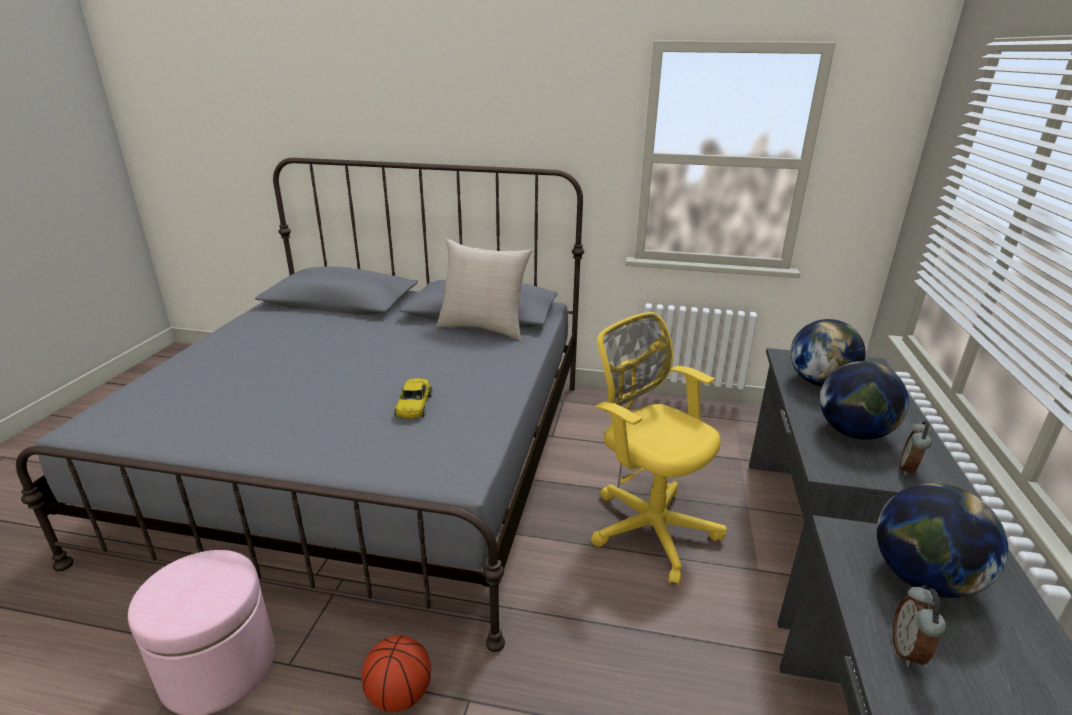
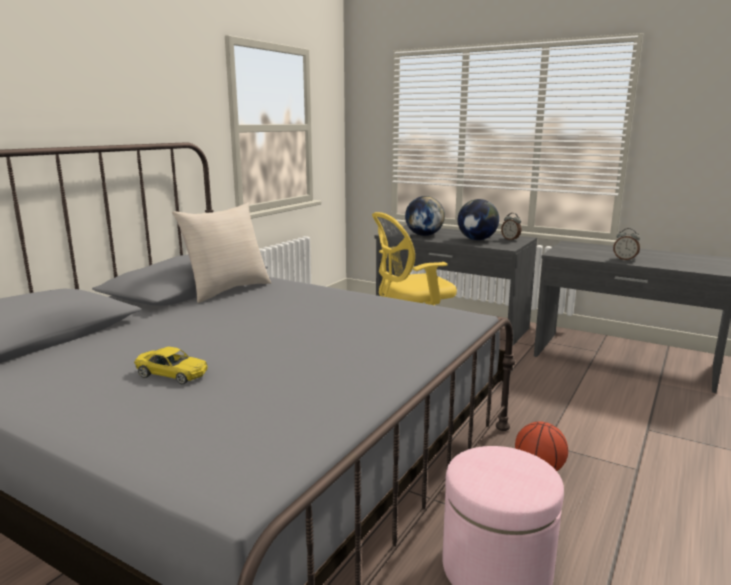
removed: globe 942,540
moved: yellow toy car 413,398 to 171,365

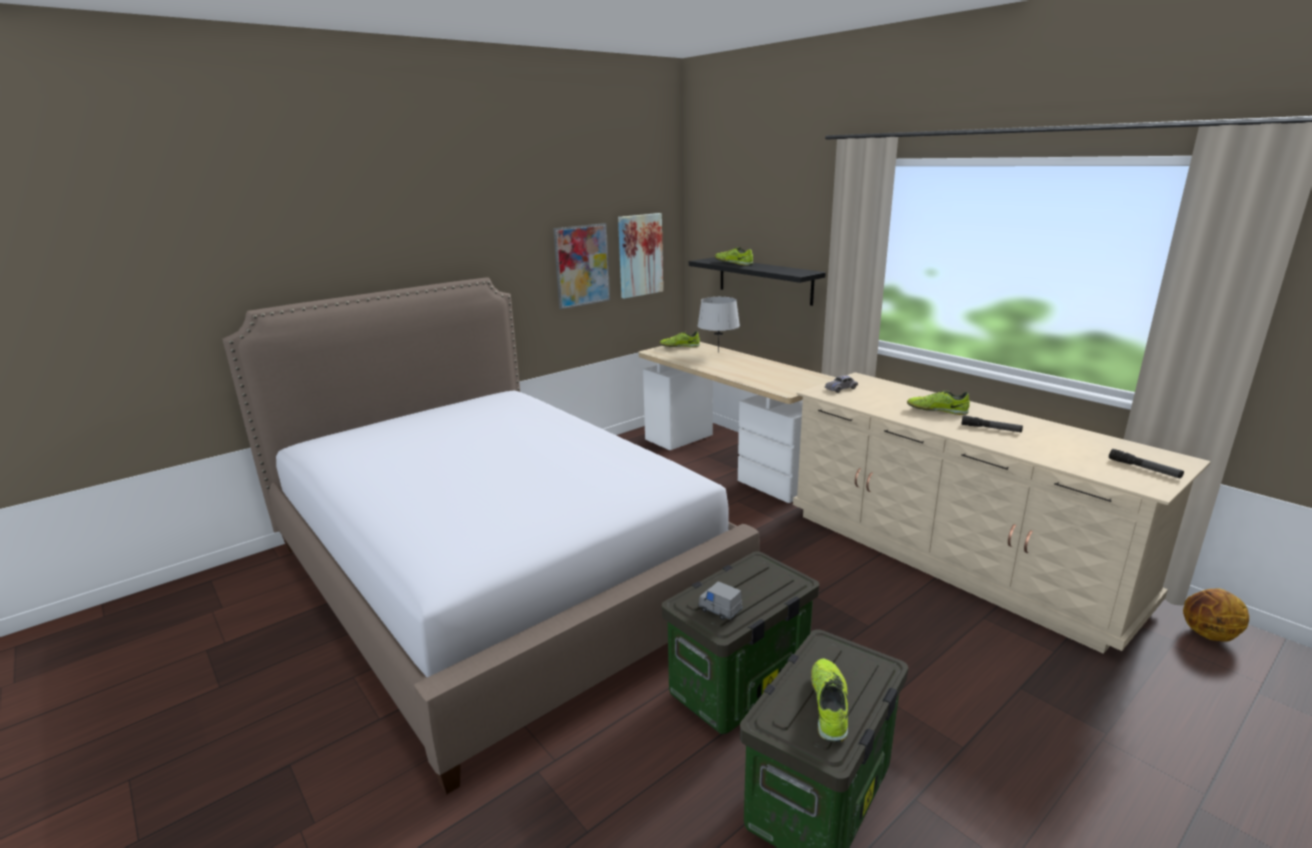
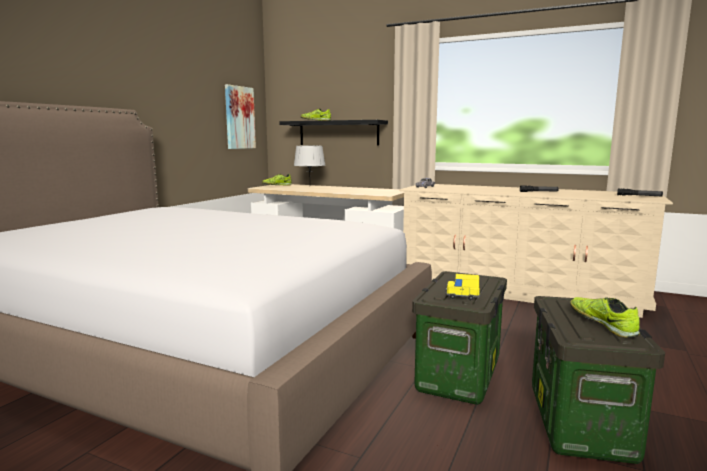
removed: picture 581,266; shoe 938,402; basketball 1216,615
recoloured: grey toy car 720,600 to yellow toy car 463,287

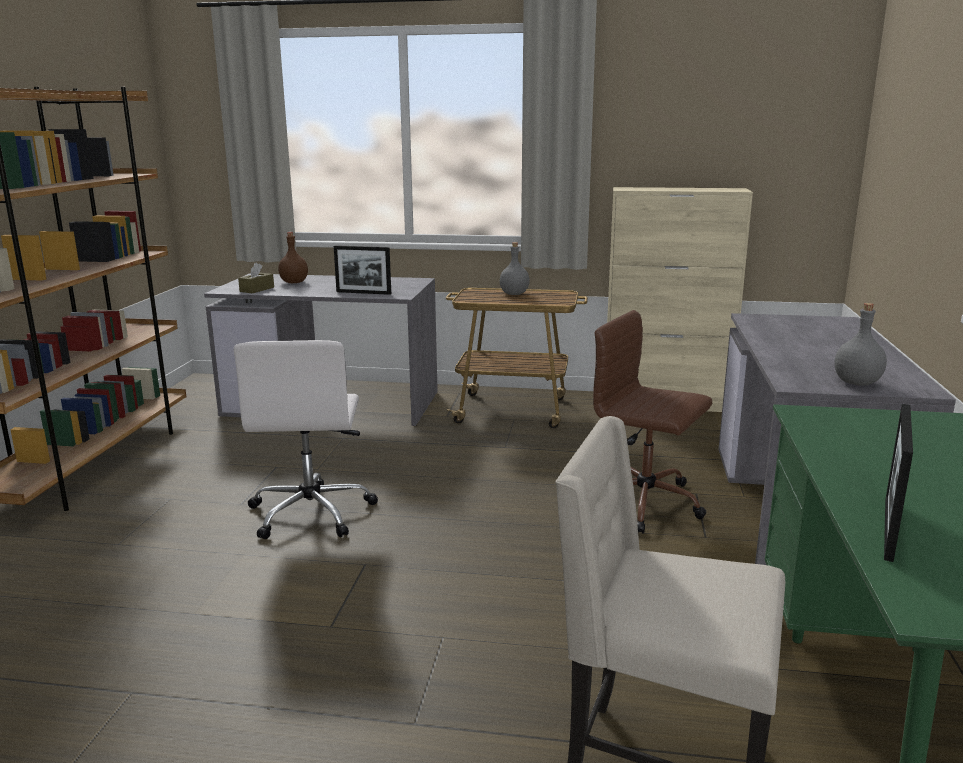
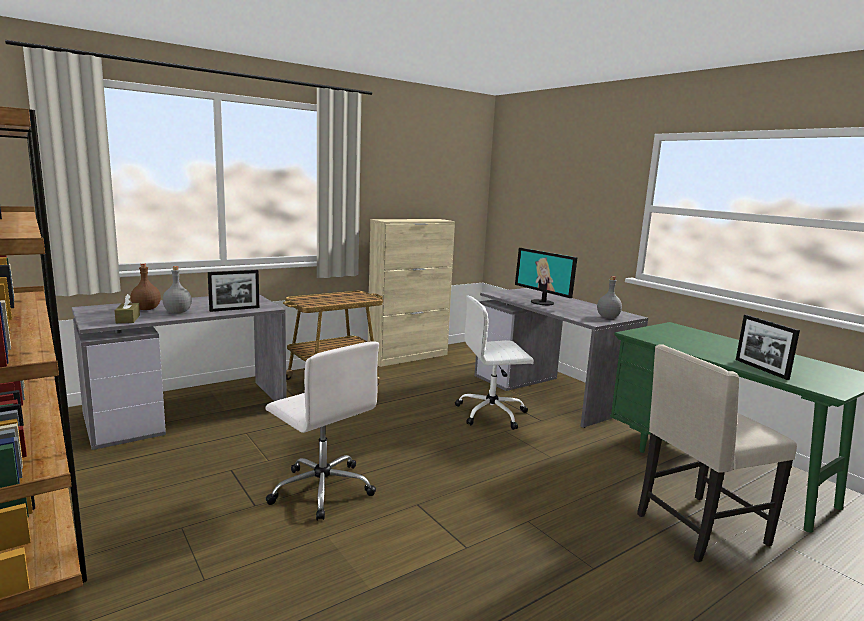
added: monitor 546,277
moved: grey bottle 515,268 to 177,289
recoloured: brown office chair 652,422 to white office chair 494,363

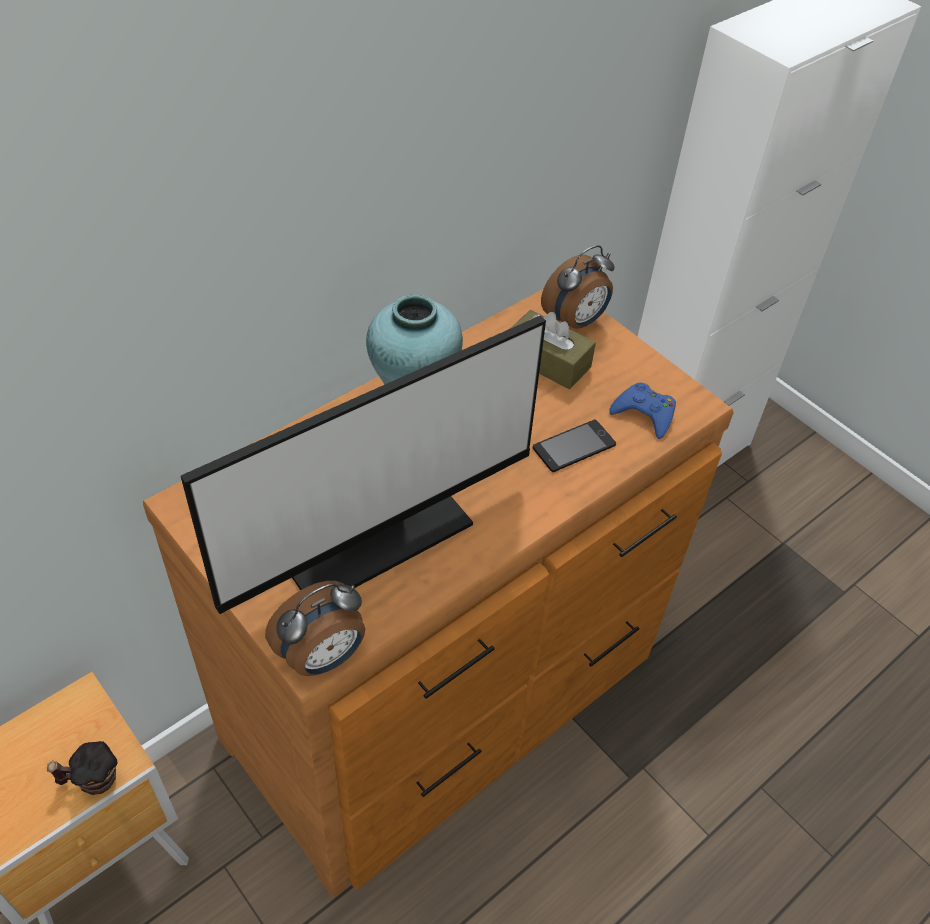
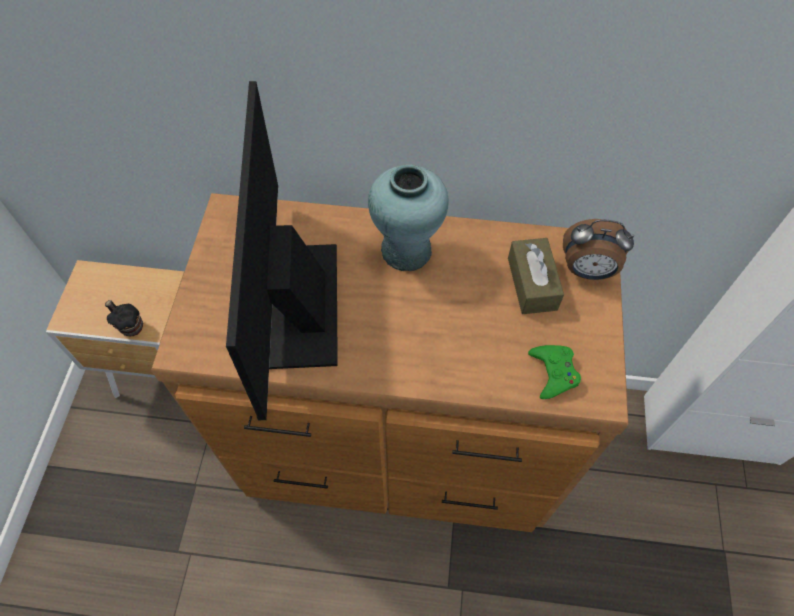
removed: alarm clock 315,628; phone 574,446
recoloured: blue game controller 642,410 to green game controller 554,372
turned: monitor 363,464 = 282,251 75 degrees clockwise

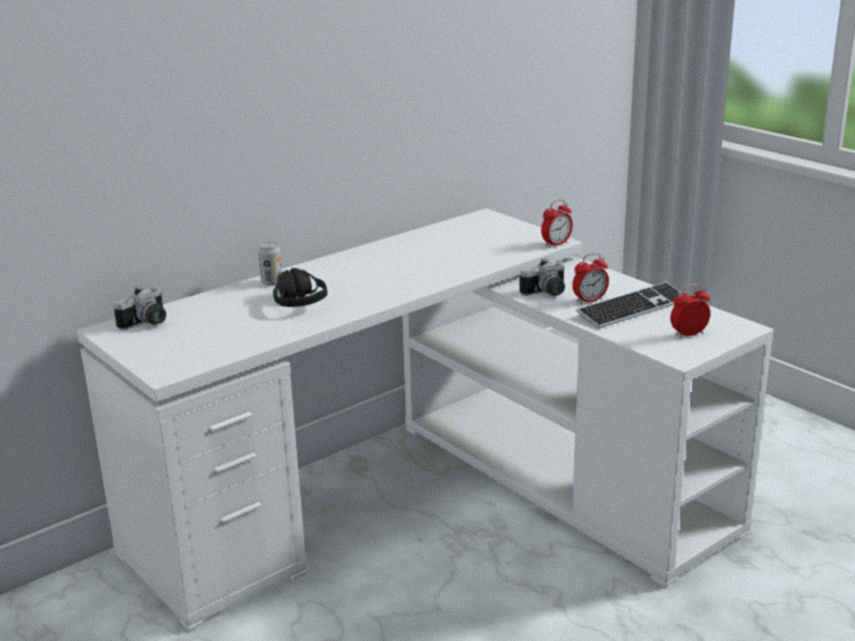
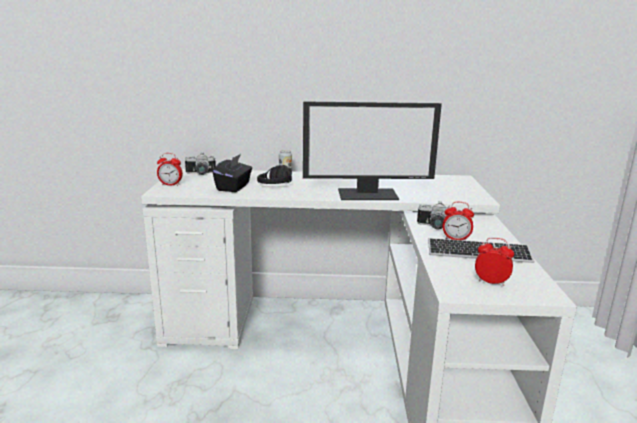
added: black tissue box 232,173; monitor 372,150
moved: alarm clock 557,223 to 170,169

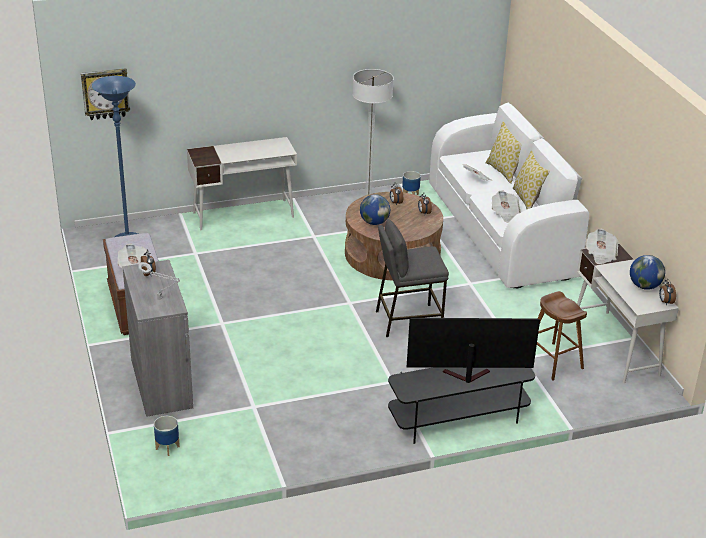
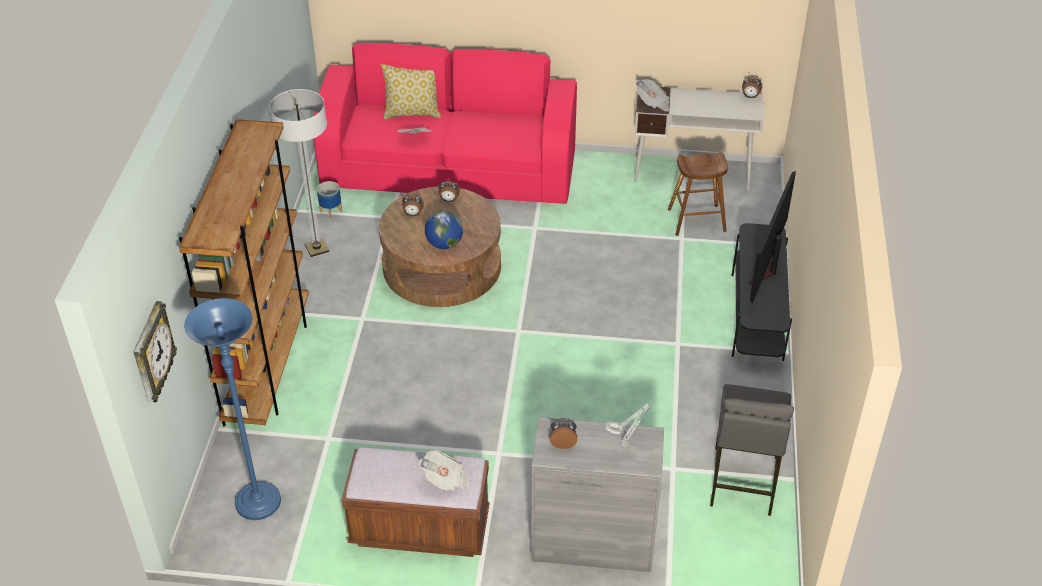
removed: planter 167,436; newspaper 506,207; pillow 531,179; globe 647,272
moved: grey stool 412,278 to 752,450
replaced: white desk 242,183 to brown bookcase 244,272
recoloured: white sofa 509,195 to pink sofa 445,123

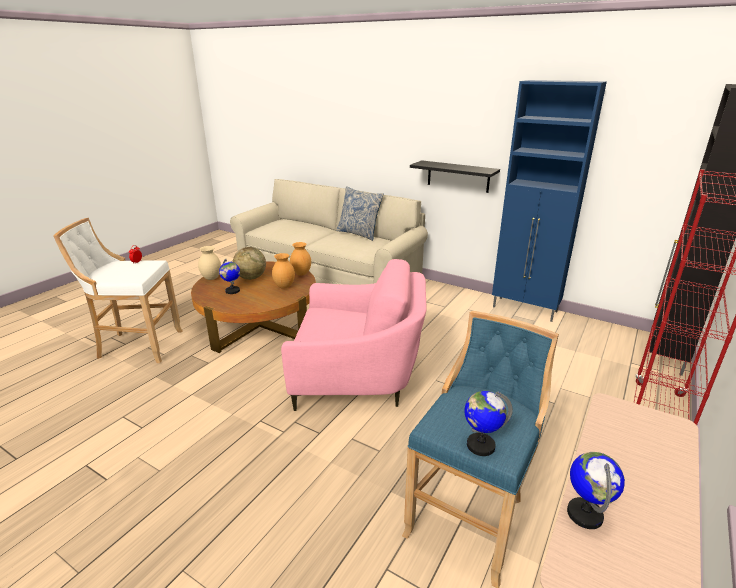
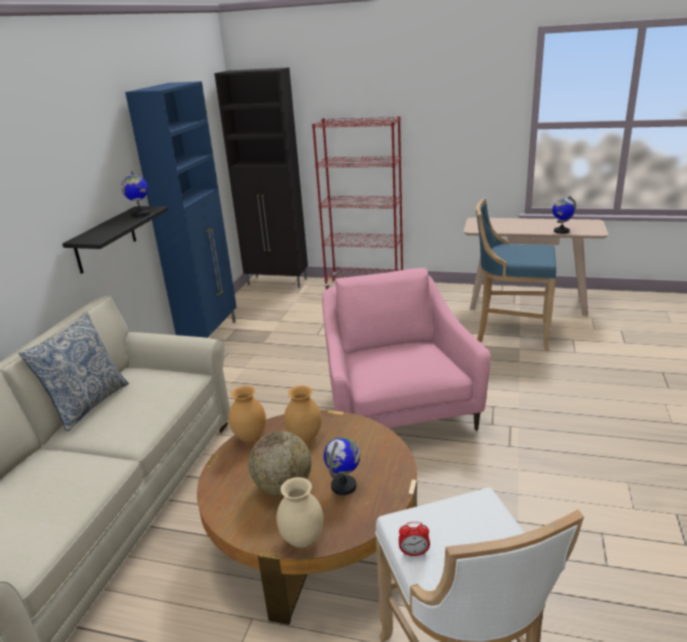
moved: globe 488,423 to 135,194

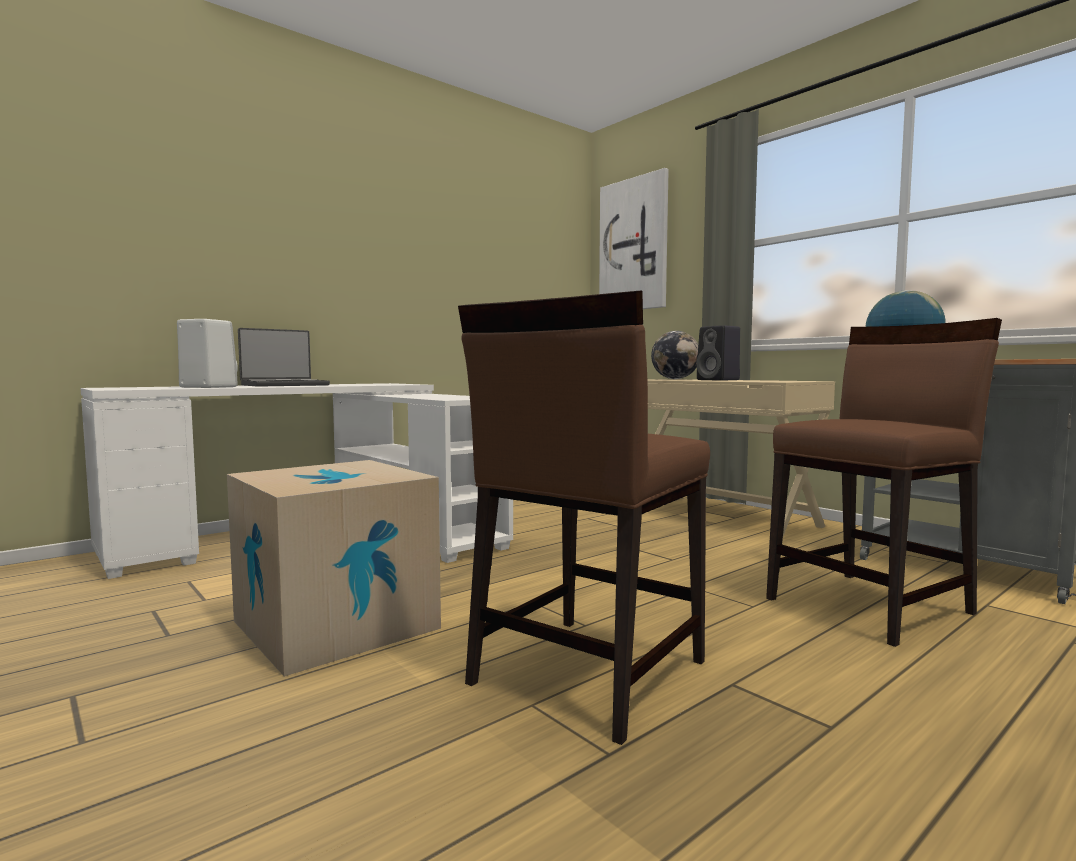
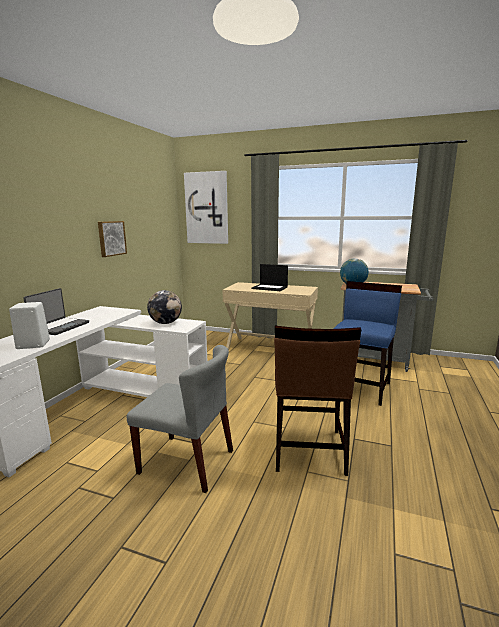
added: picture 112,239
moved: globe 674,355 to 164,307
replaced: cardboard box 334,568 to grey chair 180,419; black speaker 718,352 to laptop 269,277
recoloured: brown chair 884,482 to blue chair 368,343

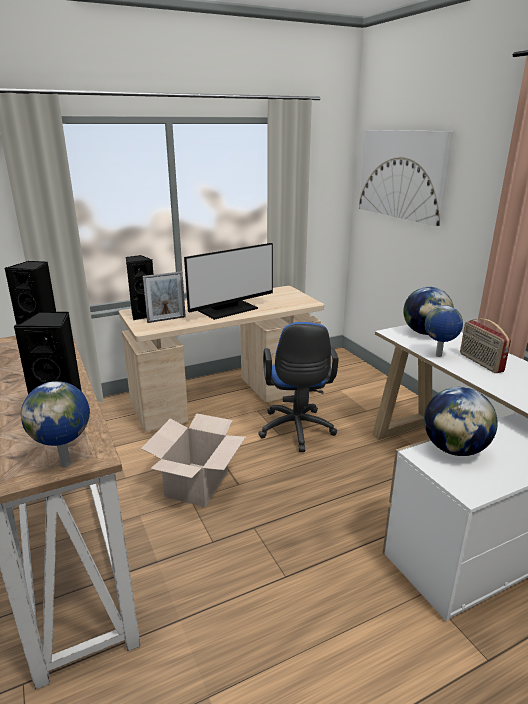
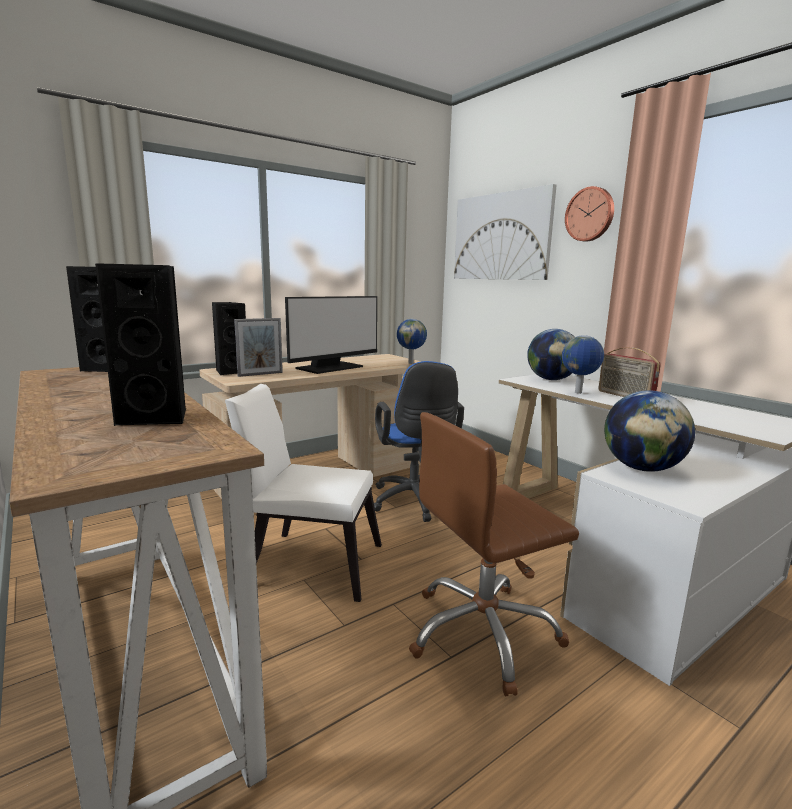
added: brown office chair 494,554; wall clock 589,214
moved: globe 55,424 to 412,341
replaced: cardboard box 193,460 to white chair 303,493

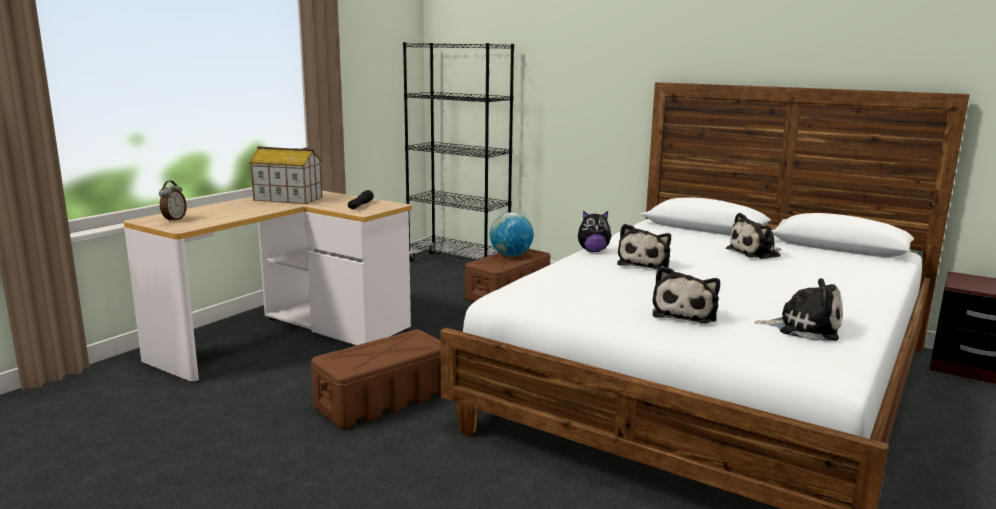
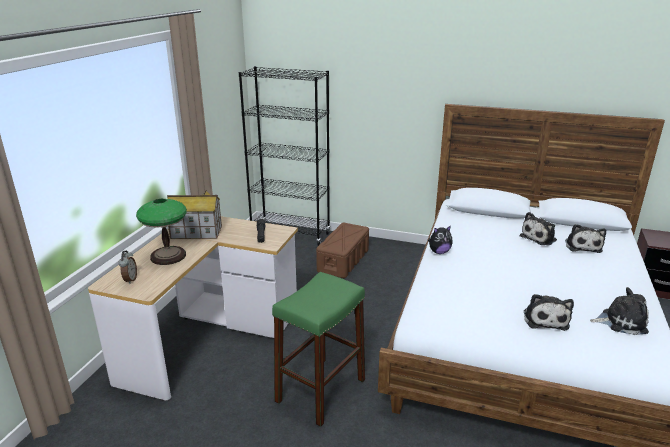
removed: globe 512,234
added: table lamp 161,232
moved: plush toy 644,246 to 585,238
replaced: brown storage box 376,379 to green stool 318,349

